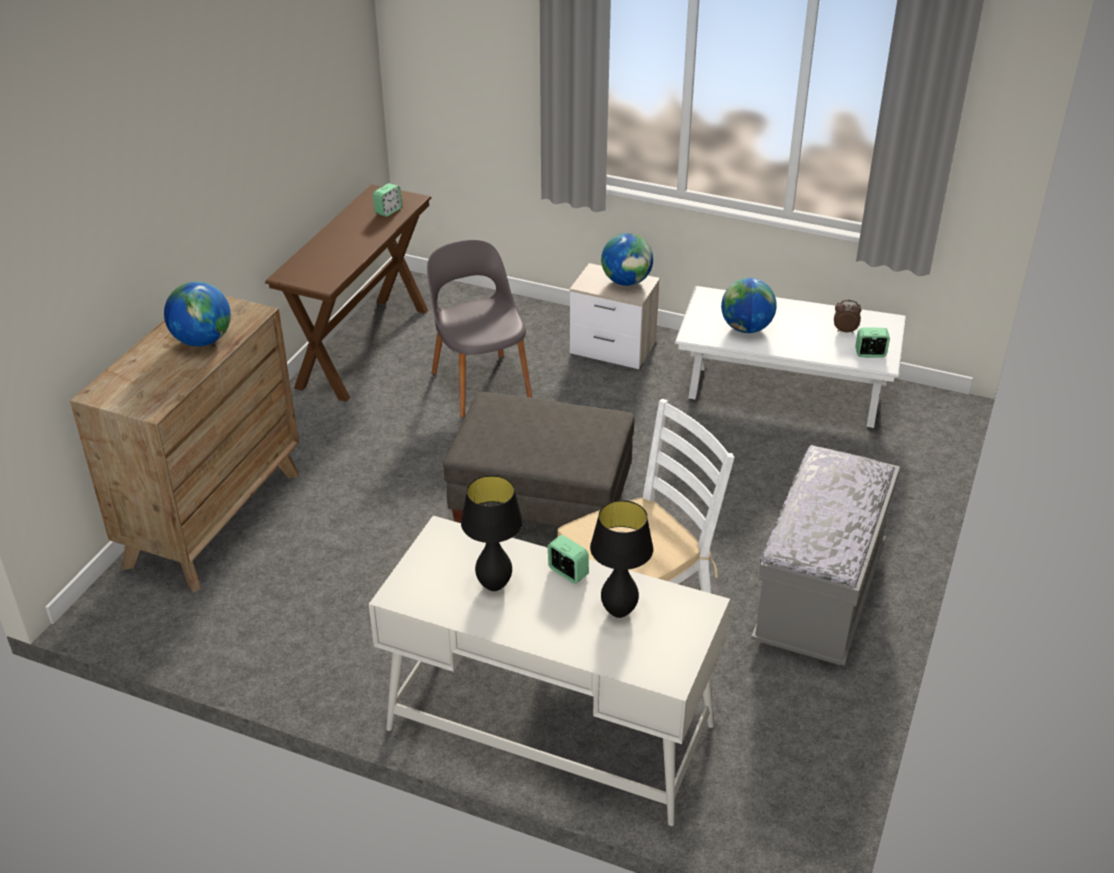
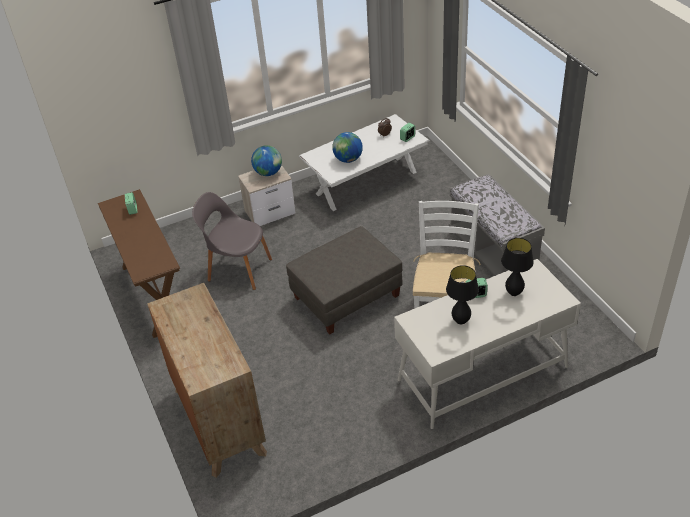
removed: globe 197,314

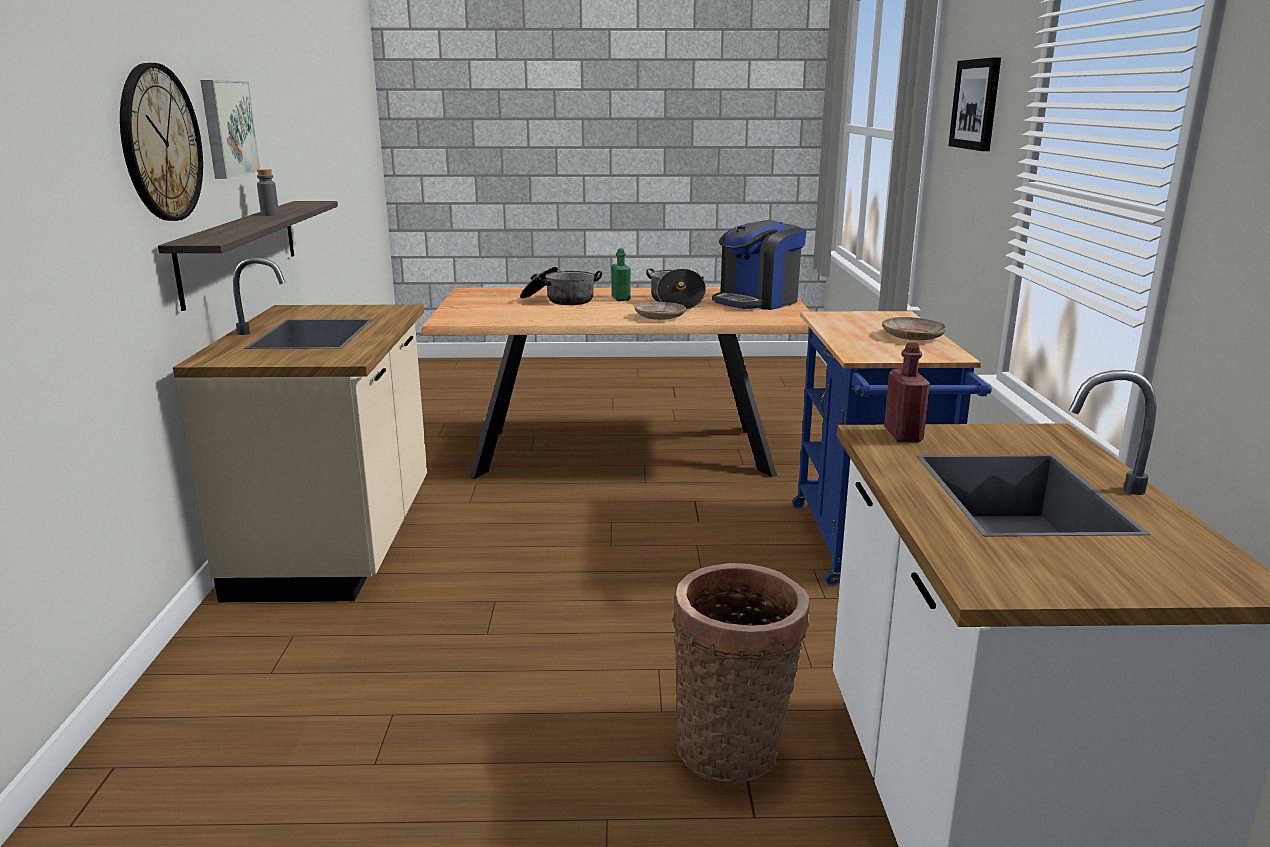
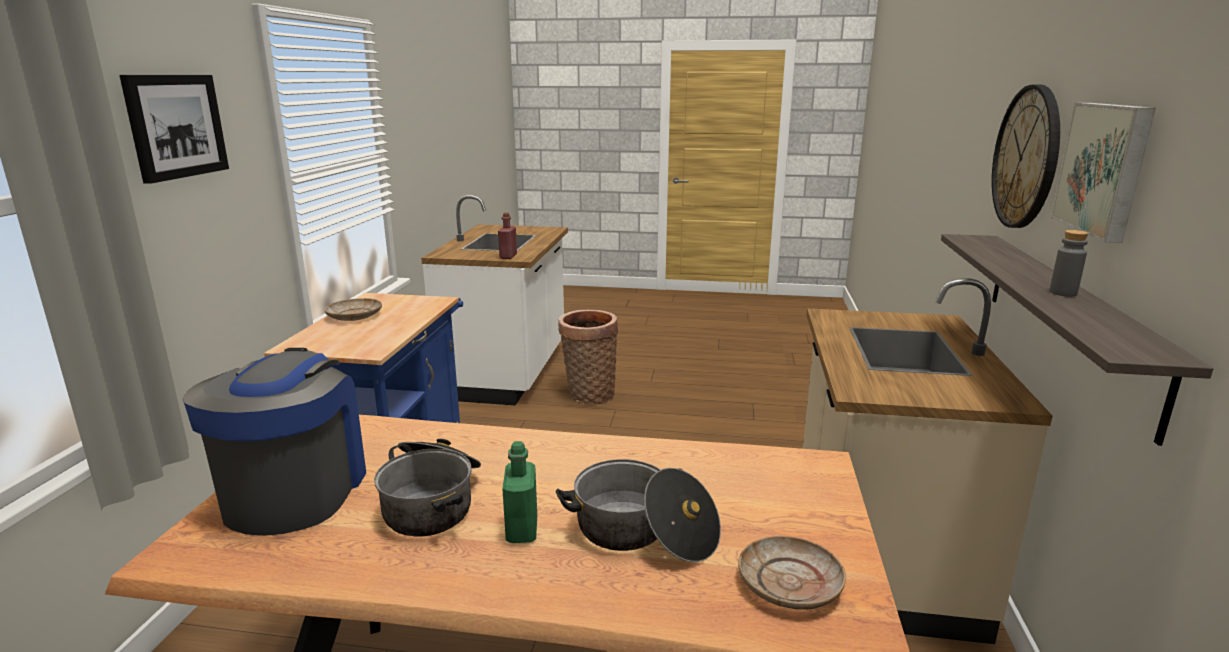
moved: beige plate 660,311 to 792,573
turned: coffee machine 759,265 = 274,442 60 degrees counterclockwise

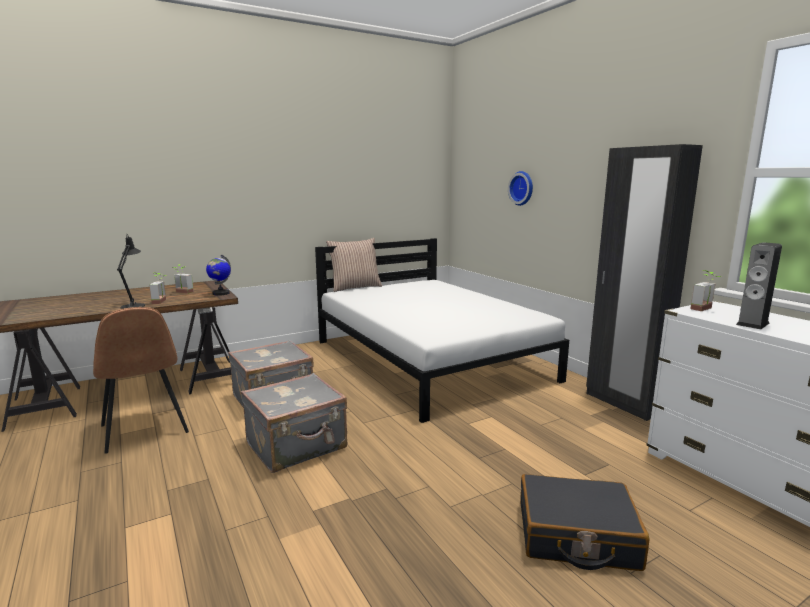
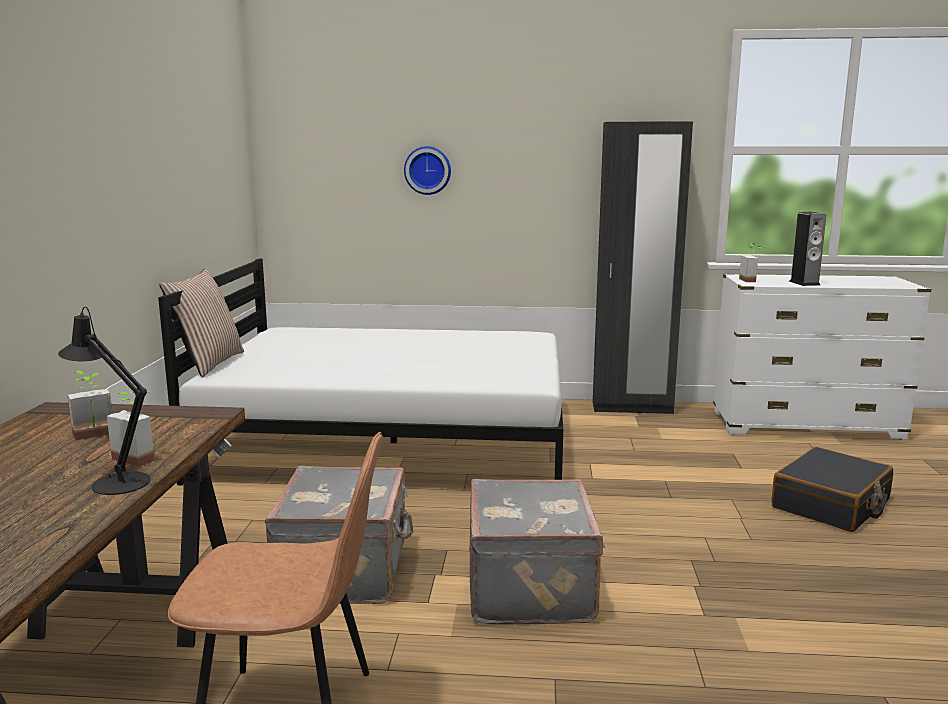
removed: globe 218,275

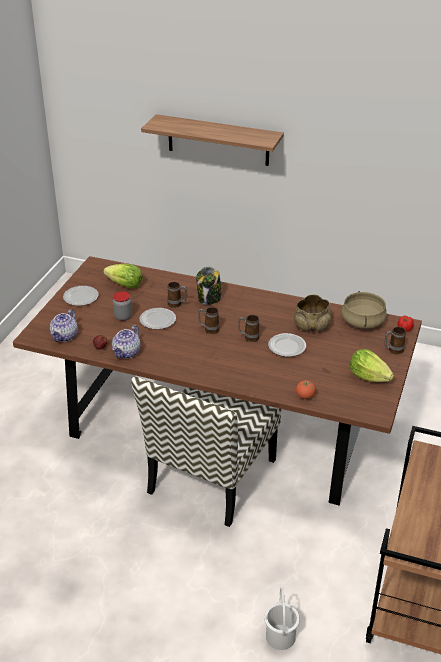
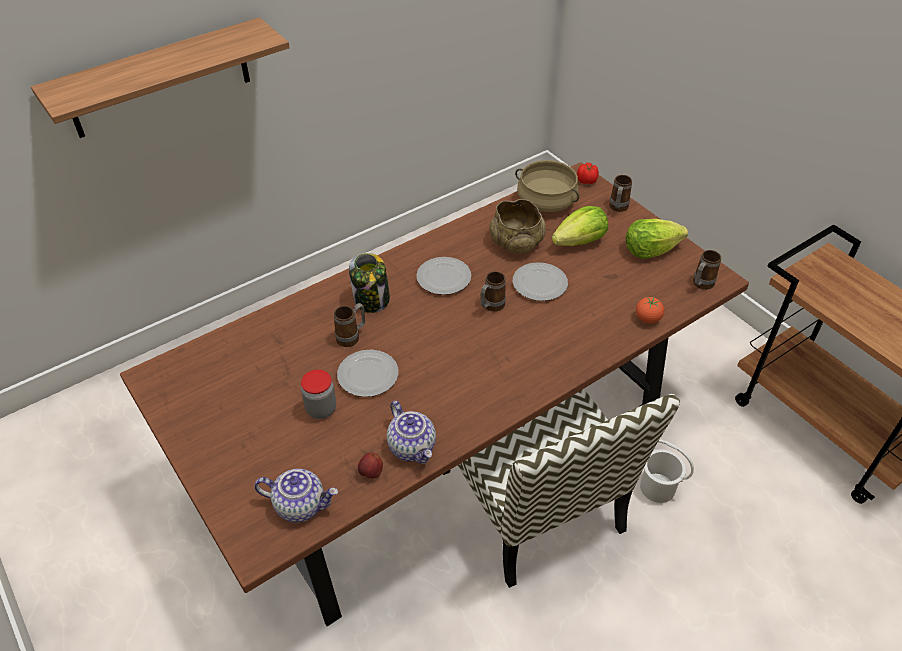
moved: plate 81,296 to 443,276; lettuce 123,276 to 580,226; white bucket 282,619 to 667,471; mug 208,320 to 707,270
turned: teapot 64,325 = 296,496 45 degrees counterclockwise

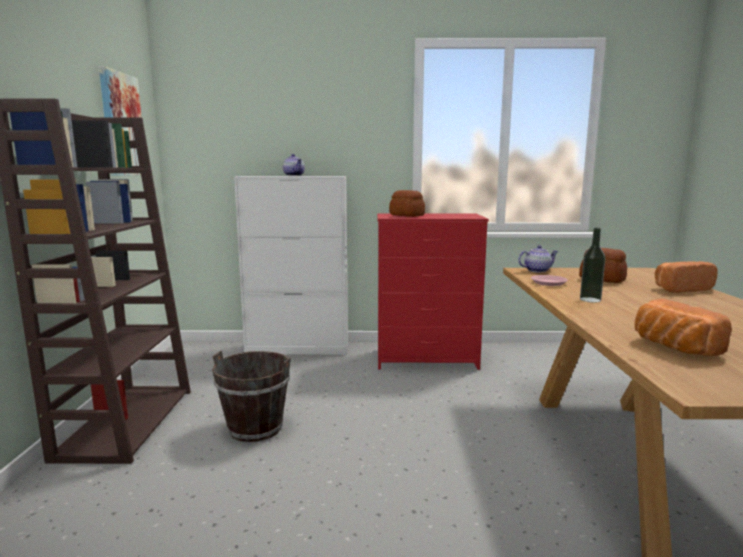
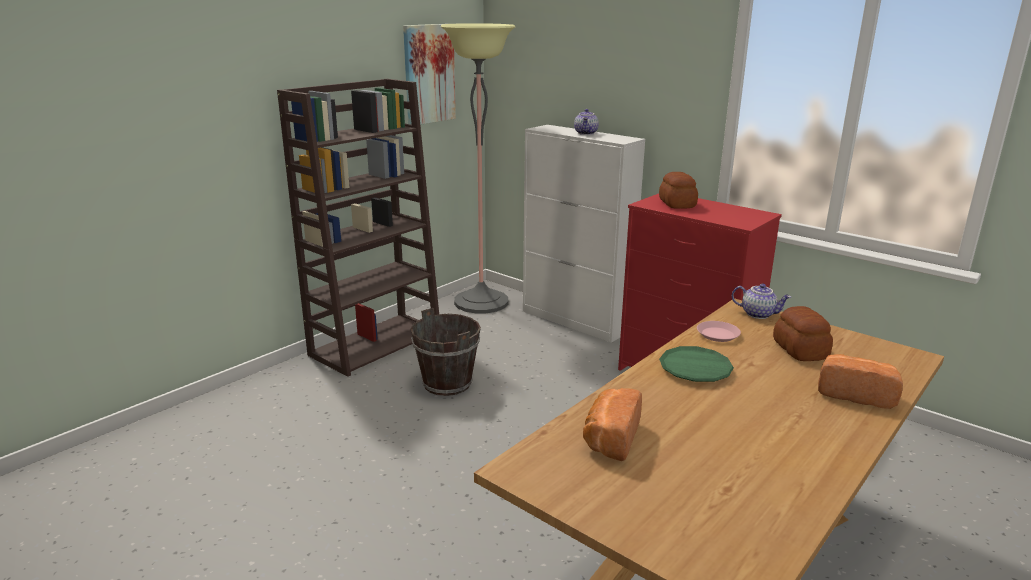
added: floor lamp 478,168
replaced: bottle 592,265 to green plate 696,364

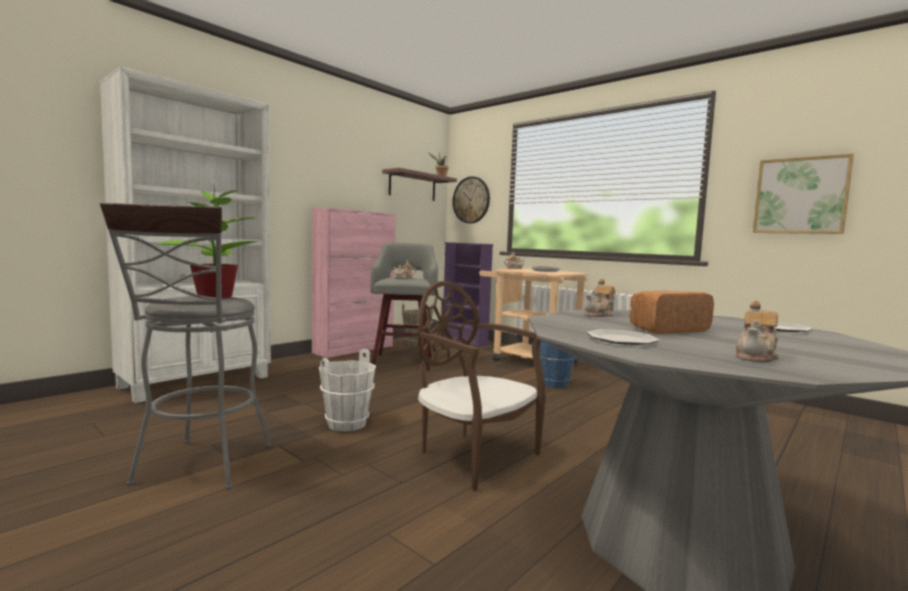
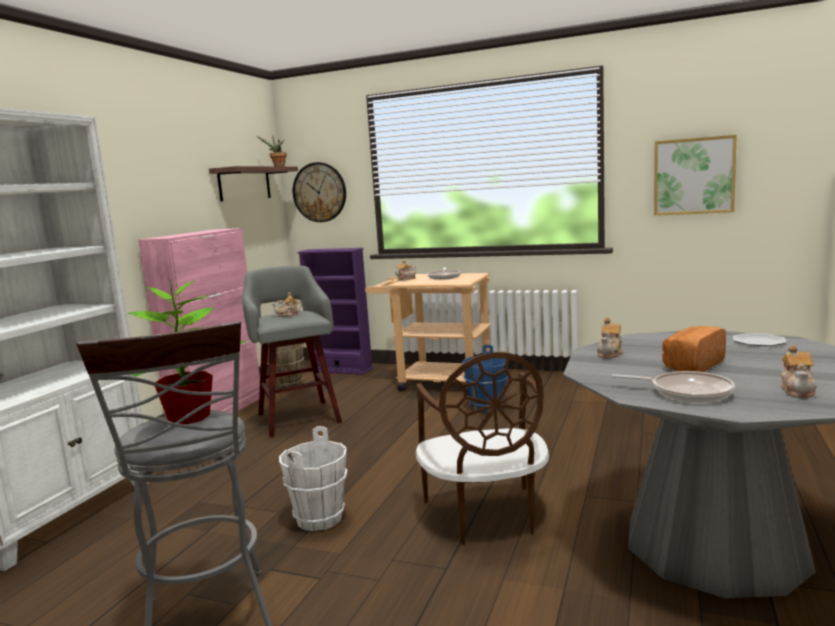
replaced: plate 623,337 to frying pan 673,387
turned: brown chair 482,386 = 482,448 120 degrees counterclockwise

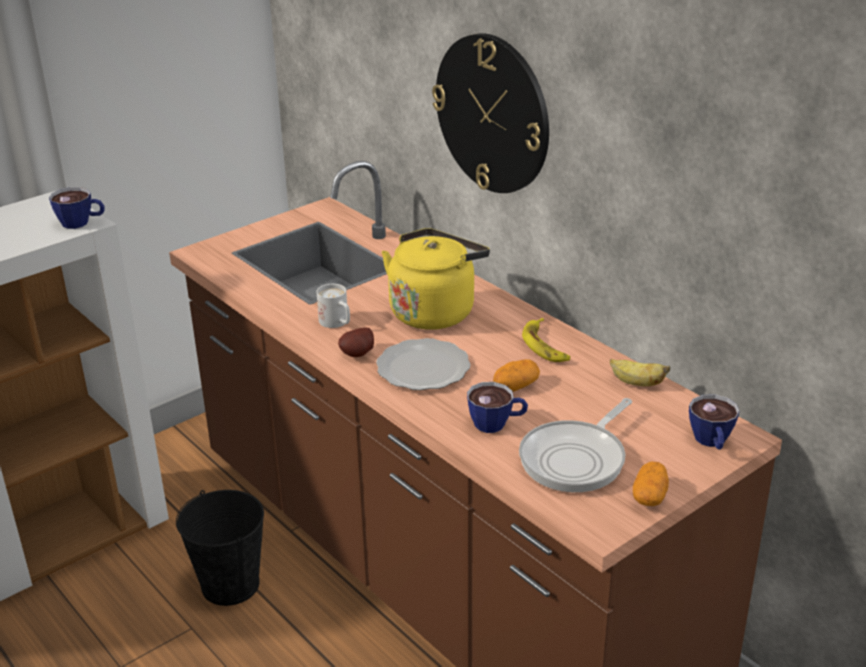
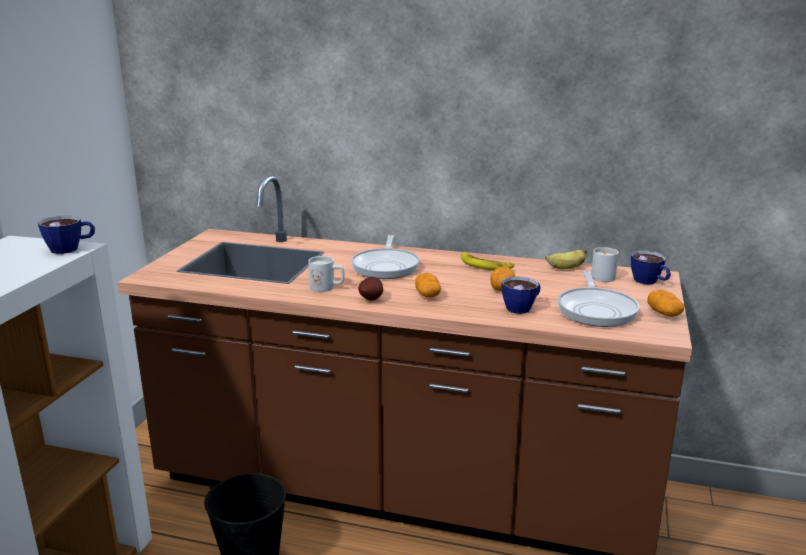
removed: wall clock 490,113
added: white mug 605,264
replaced: yellow kettle 436,279 to frying pan 385,257; plate 423,364 to potato 428,285

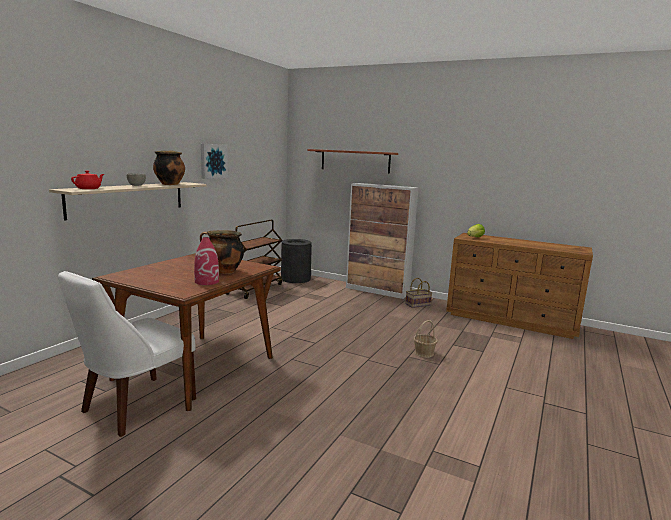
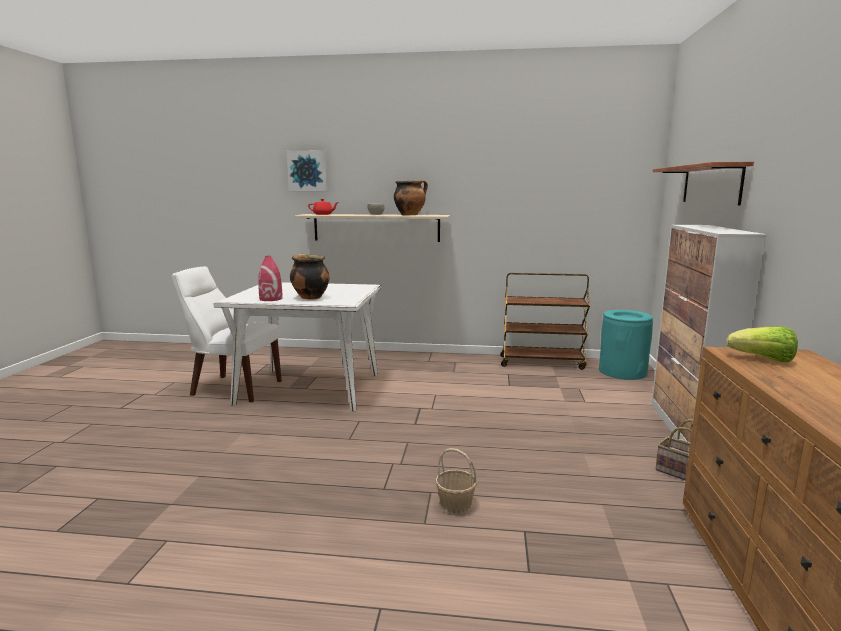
moved: picture 214,161 to 307,170
recoloured: brown dining table 186,332 to white dining table 297,347; black trash can 296,261 to turquoise trash can 626,345

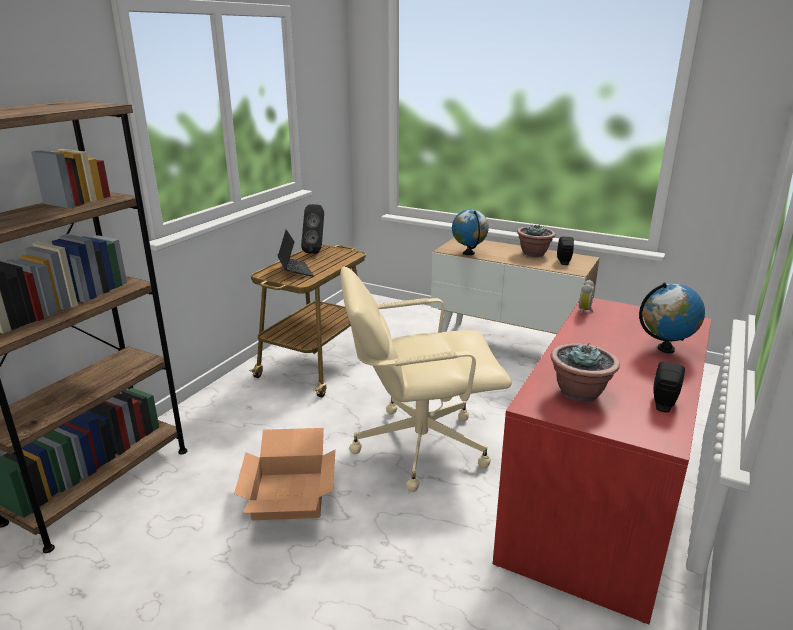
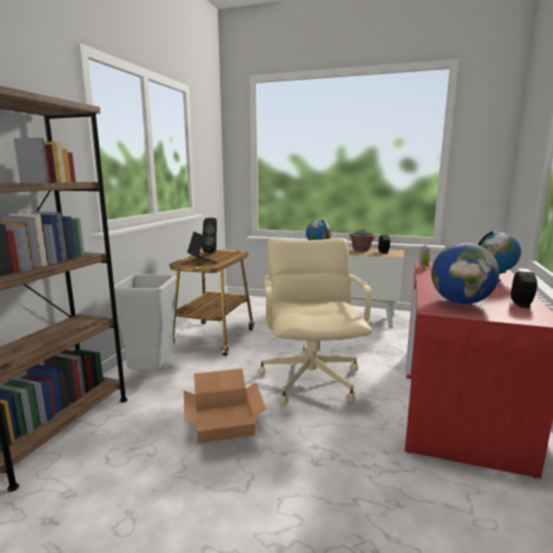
added: grey trash can 145,322
replaced: potted plant 585,373 to globe 465,273
turned: beige office chair 426,379 = 314,321 105 degrees clockwise

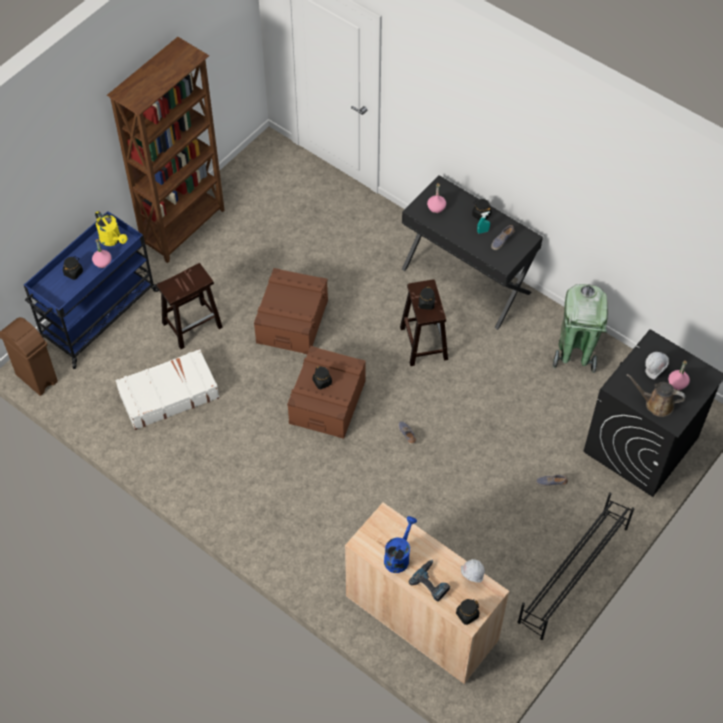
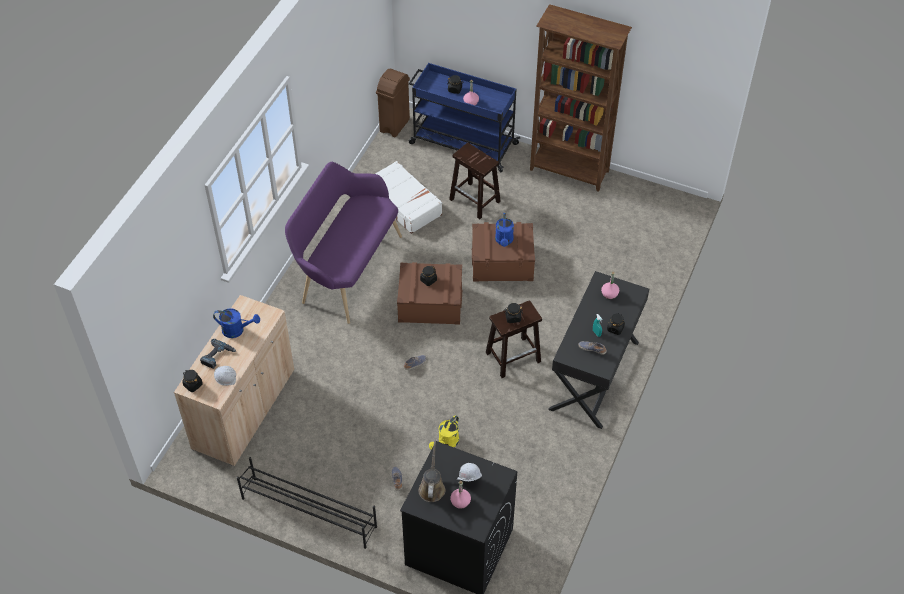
removed: green trash can 580,328
added: purple bench 343,243; blue watering can 504,230
moved: yellow watering can 111,228 to 444,432

